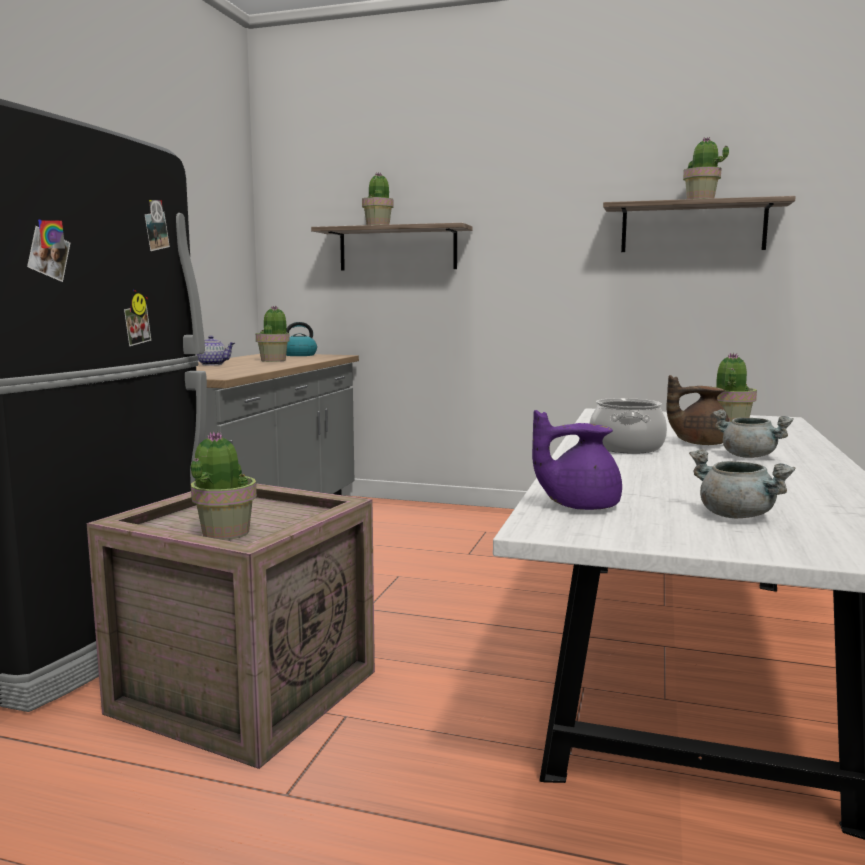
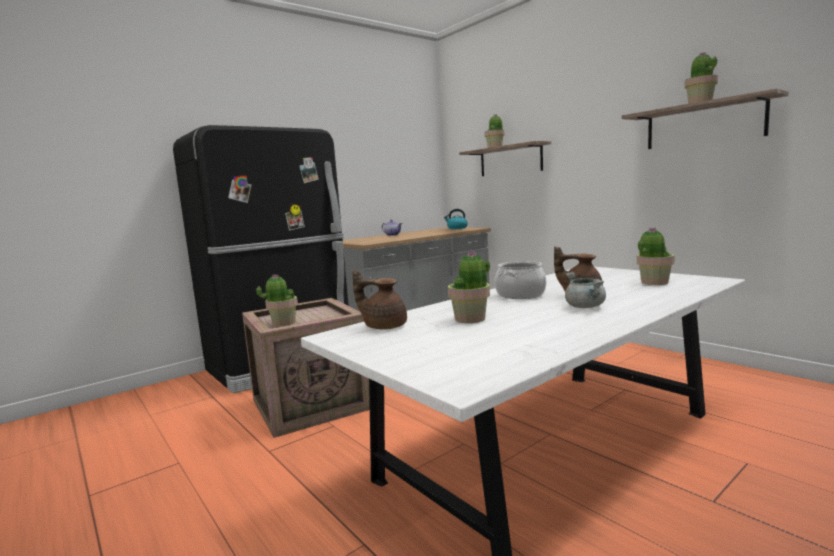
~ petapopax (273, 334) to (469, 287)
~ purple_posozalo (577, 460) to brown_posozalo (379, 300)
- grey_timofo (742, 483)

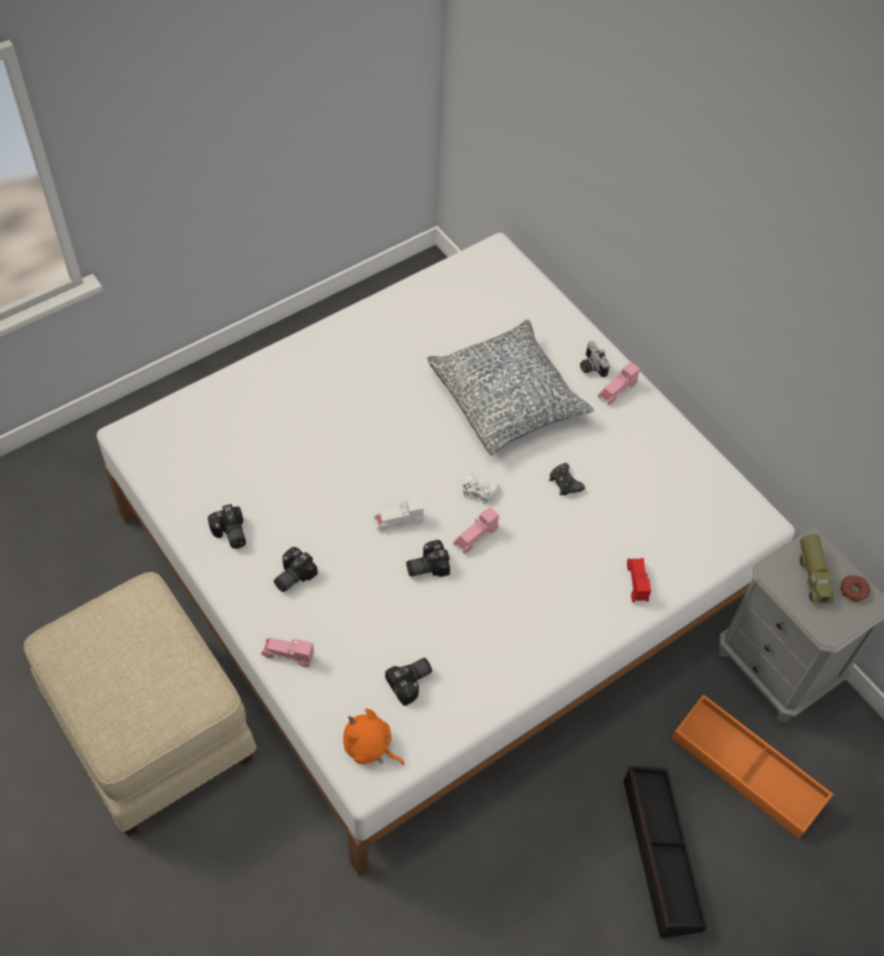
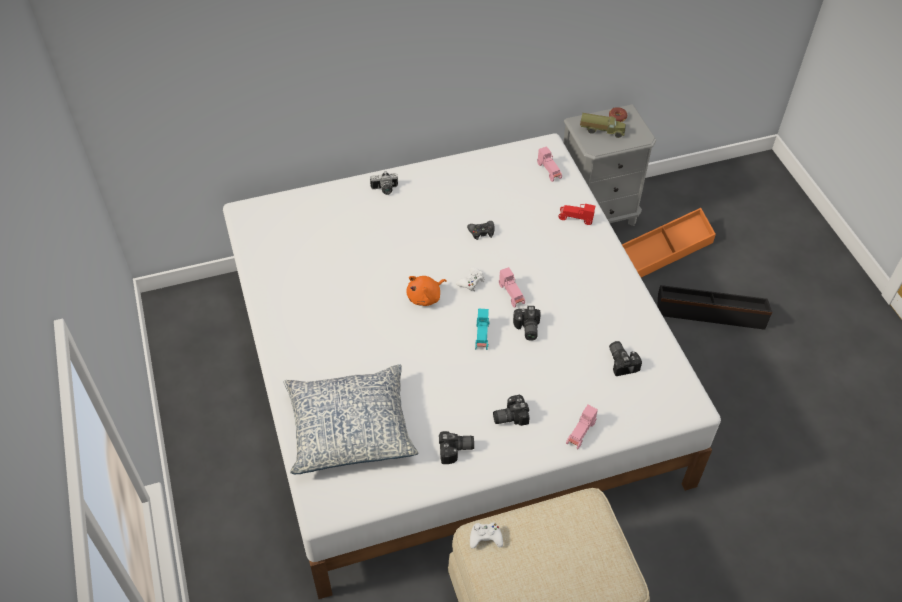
~ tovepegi (510, 387) to (350, 419)
~ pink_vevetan (619, 383) to (549, 164)
~ white_vevetan (399, 514) to turquoise_vevetan (482, 329)
~ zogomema (296, 569) = (511, 410) 105 degrees clockwise
~ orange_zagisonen (374, 737) to (426, 291)
+ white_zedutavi (486, 535)

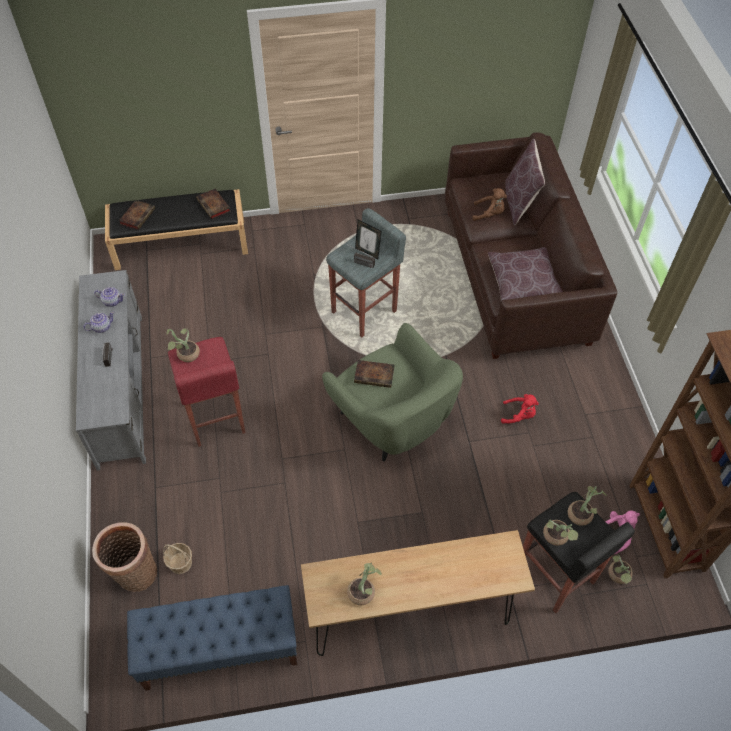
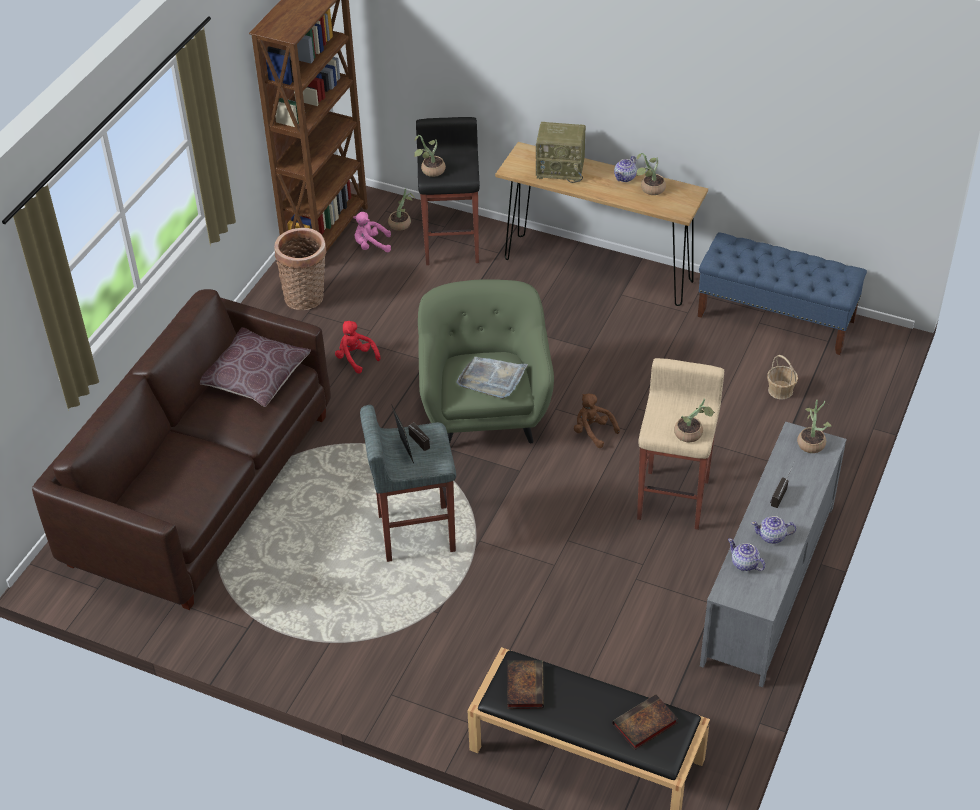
- brown_tovepegi (525, 182)
~ brown_zagisonen (490, 204) to (597, 420)
~ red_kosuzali (207, 392) to beige_kosuzali (681, 444)
~ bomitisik (374, 374) to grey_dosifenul (492, 378)
~ petapopax (560, 533) to (814, 426)
~ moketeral (124, 557) to (300, 269)
+ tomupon (561, 152)
+ posozalo (625, 169)

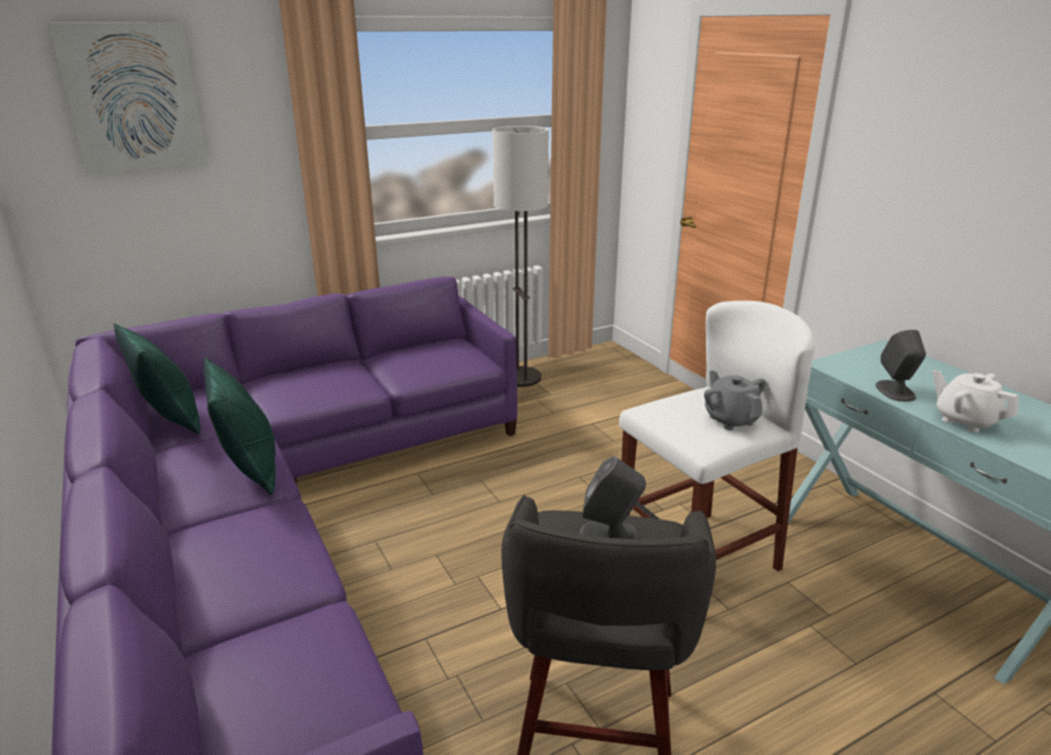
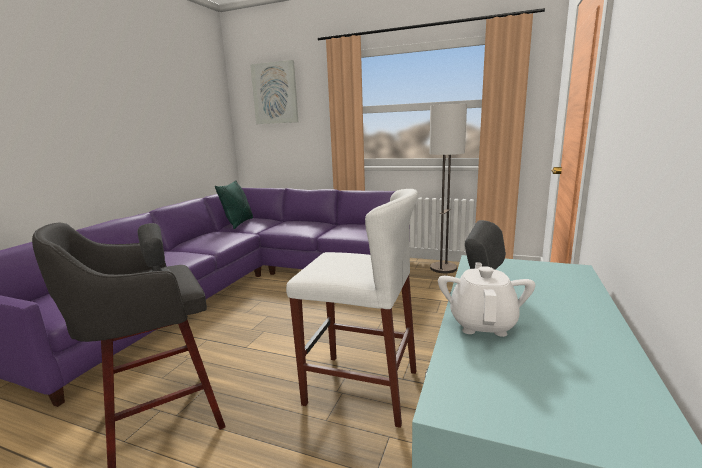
- green_tovepegi (240, 426)
- grey_posozalo (735, 400)

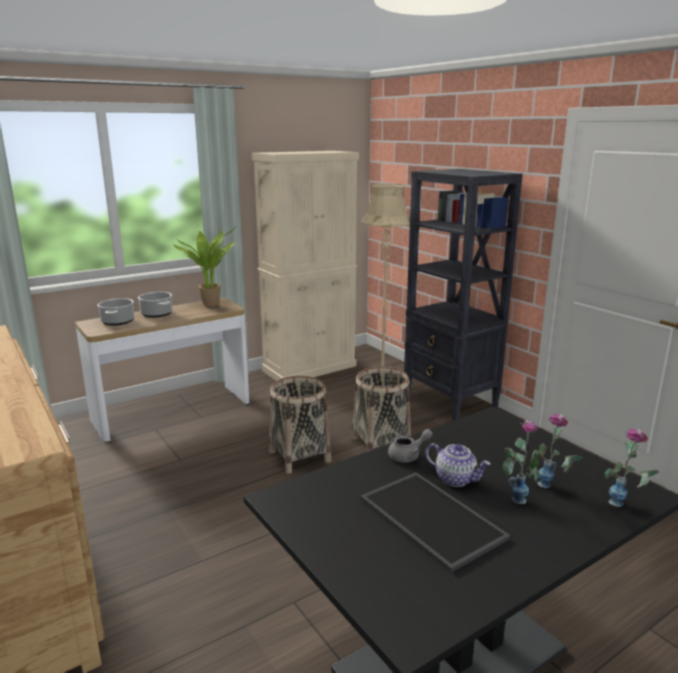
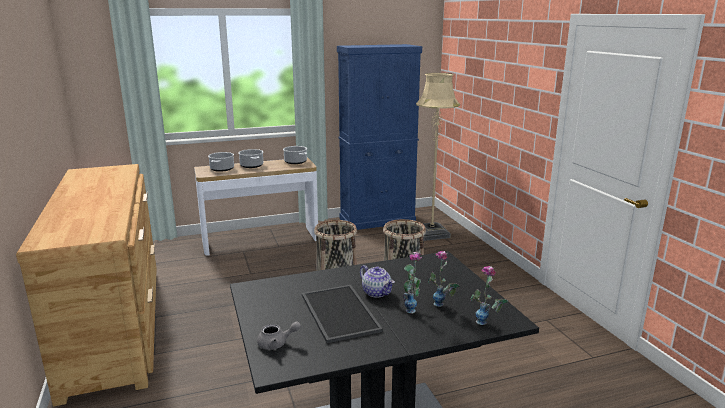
~ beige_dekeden (305, 266) to blue_dekeden (379, 137)
- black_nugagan (463, 295)
~ petapopax (205, 266) to timofo (295, 155)
~ grey_posozalo (410, 445) to (279, 335)

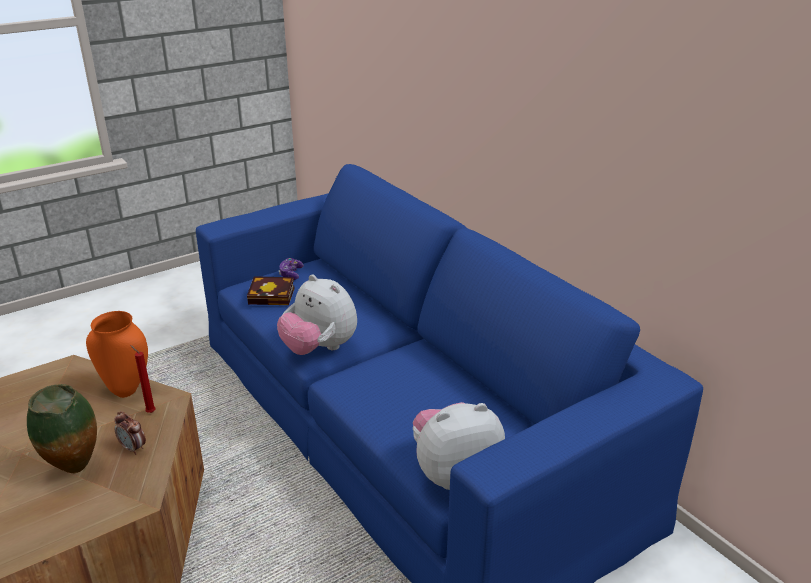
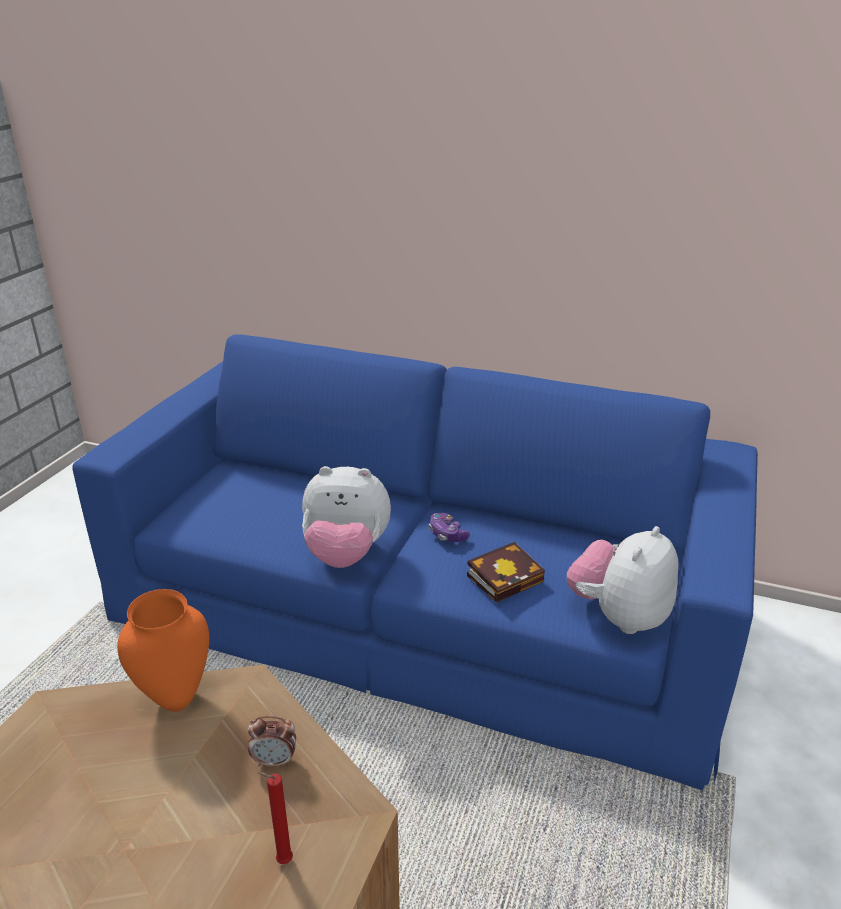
~ zedutavi (291, 269) to (449, 527)
~ bomitisik (271, 290) to (506, 572)
~ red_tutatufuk (143, 379) to (275, 818)
- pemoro (62, 428)

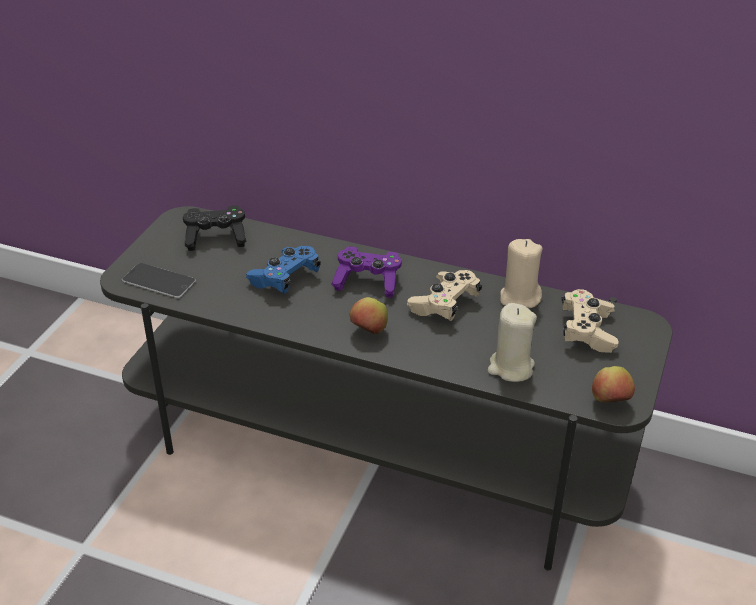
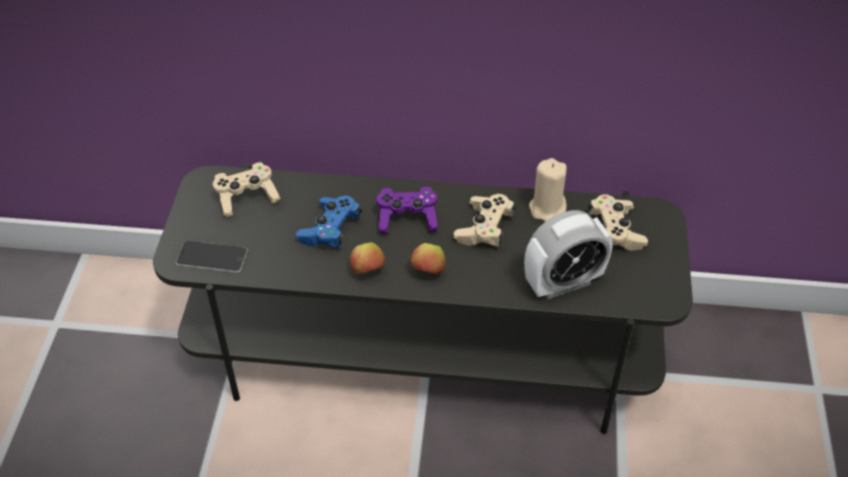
~ black_zedutavi (215, 228) to beige_zedutavi (246, 190)
~ beige_tutatufuk (512, 342) to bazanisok (568, 254)
~ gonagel (613, 384) to (367, 258)

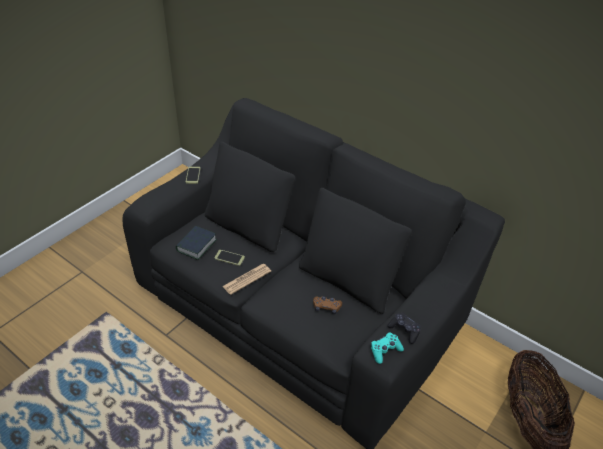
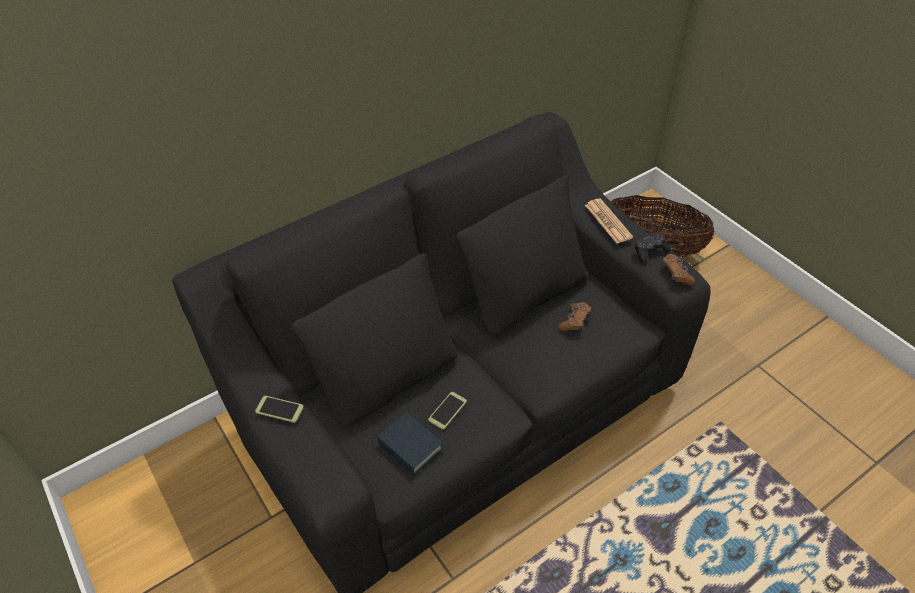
~ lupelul (246, 279) to (609, 221)
~ turquoise_zedutavi (387, 348) to brown_zedutavi (678, 269)

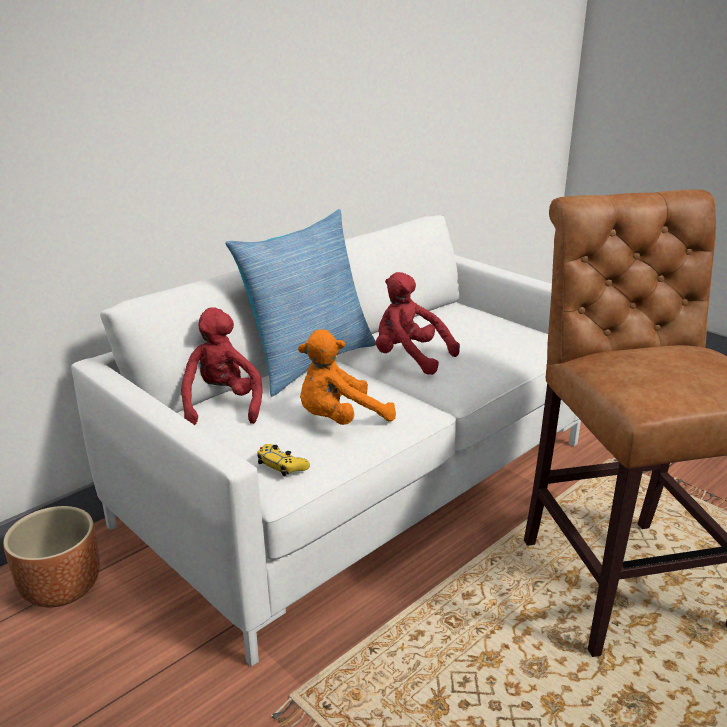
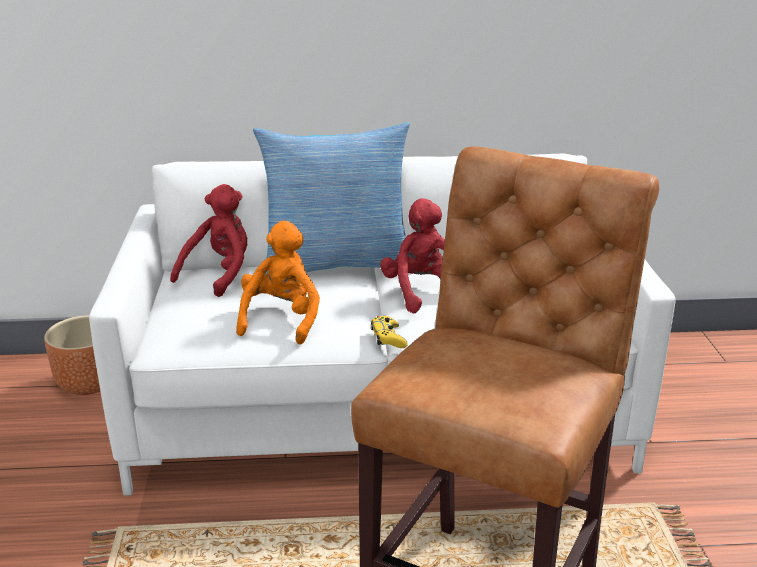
~ orange_zagisonen (347, 377) = (278, 283) 90 degrees clockwise
~ yellow_zedutavi (283, 460) to (389, 332)

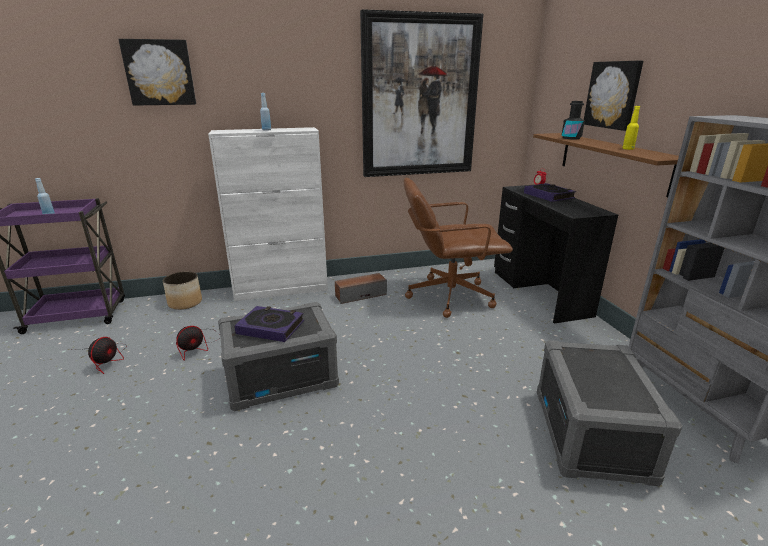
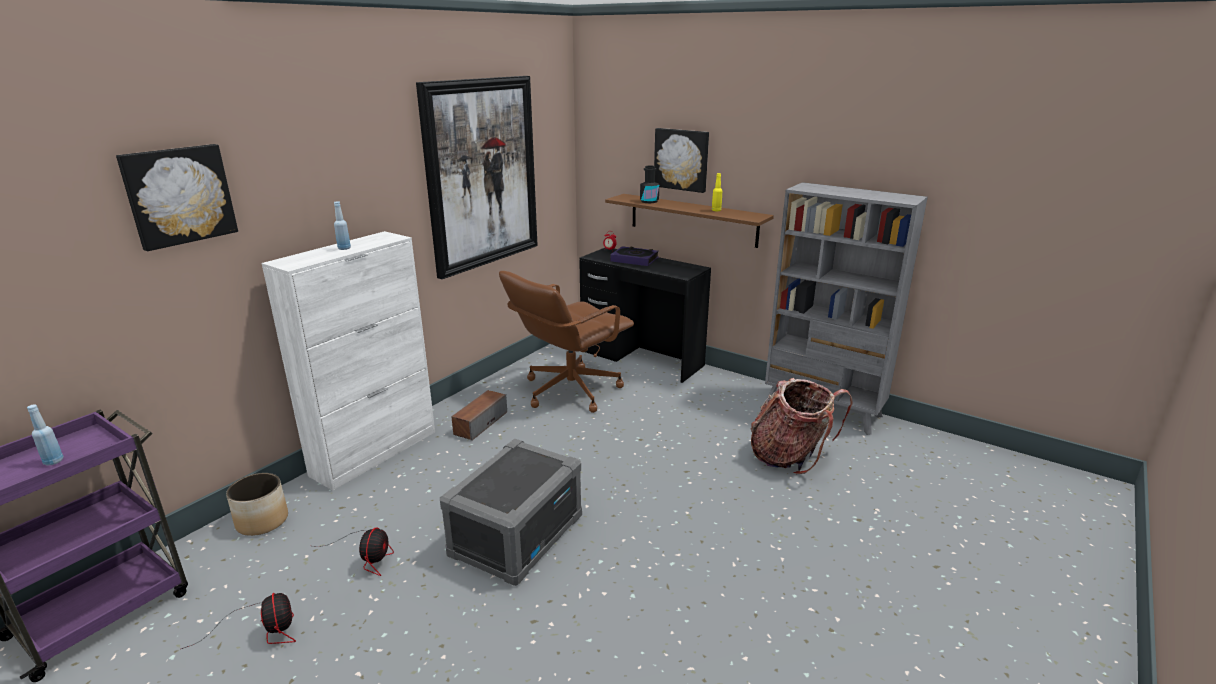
- bomitisik (269, 324)
~ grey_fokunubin (610, 413) to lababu (801, 426)

